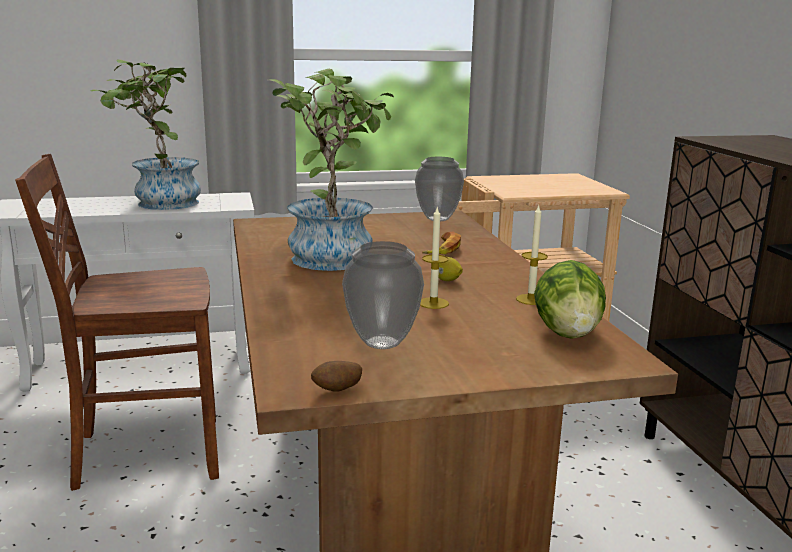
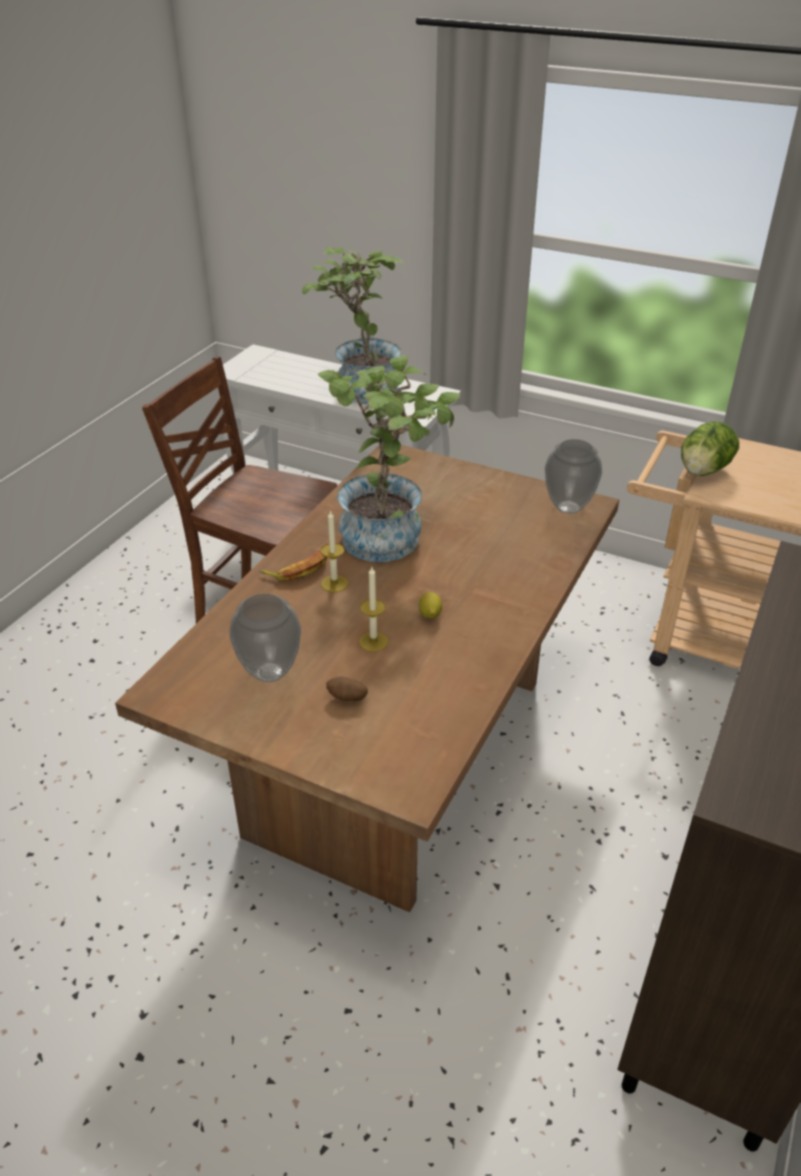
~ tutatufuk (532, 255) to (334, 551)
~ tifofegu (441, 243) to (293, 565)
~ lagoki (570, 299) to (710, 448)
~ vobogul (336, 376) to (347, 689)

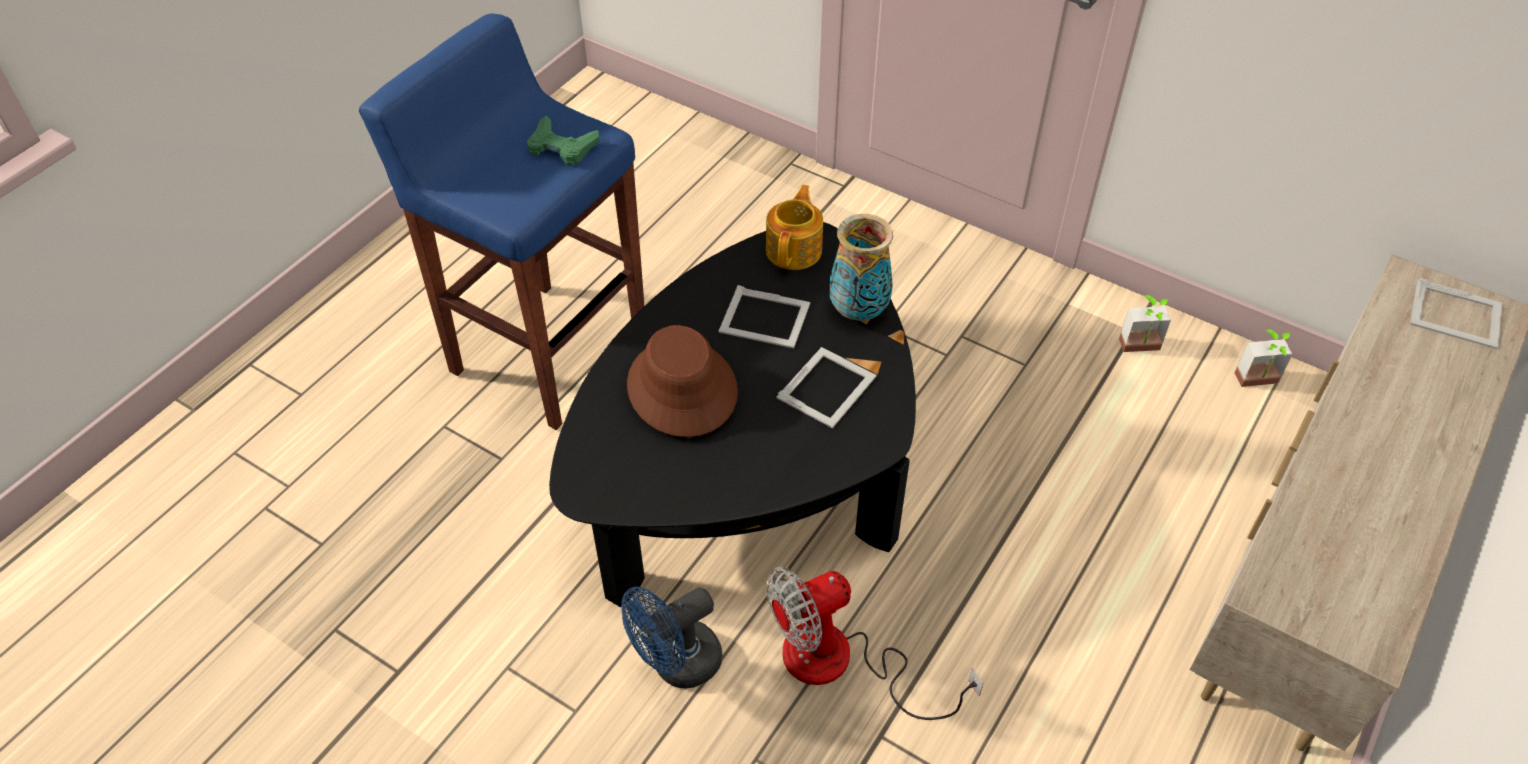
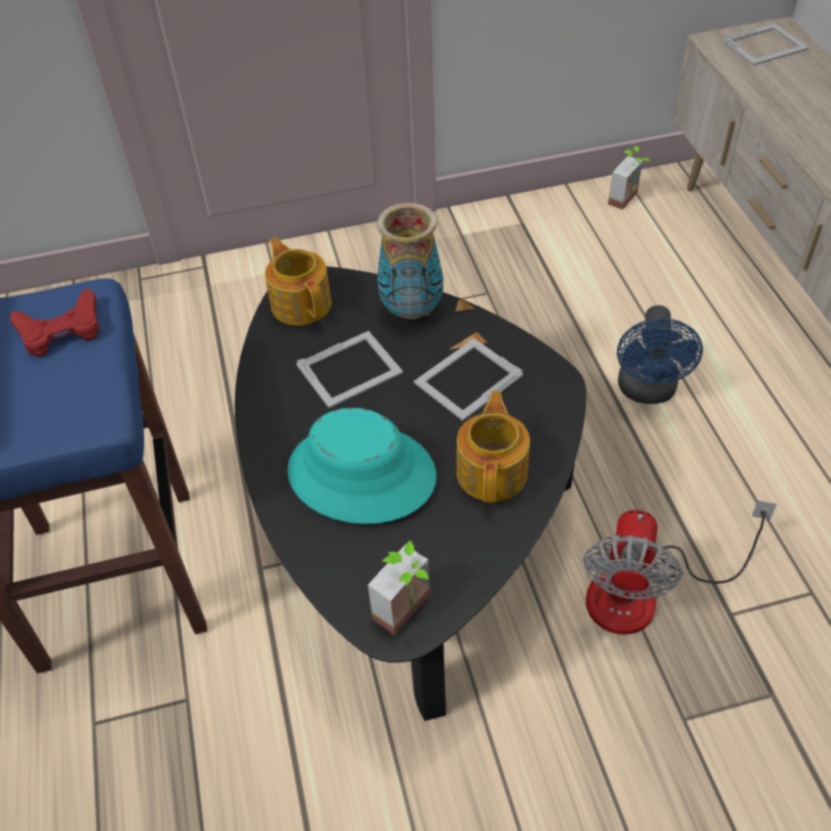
~ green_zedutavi (563, 141) to red_zedutavi (55, 322)
~ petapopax (1145, 323) to (399, 588)
~ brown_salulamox (682, 381) to turquoise_salulamox (361, 466)
~ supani (827, 387) = (469, 379) 120 degrees counterclockwise
~ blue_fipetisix (671, 637) to (660, 354)
+ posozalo (493, 447)

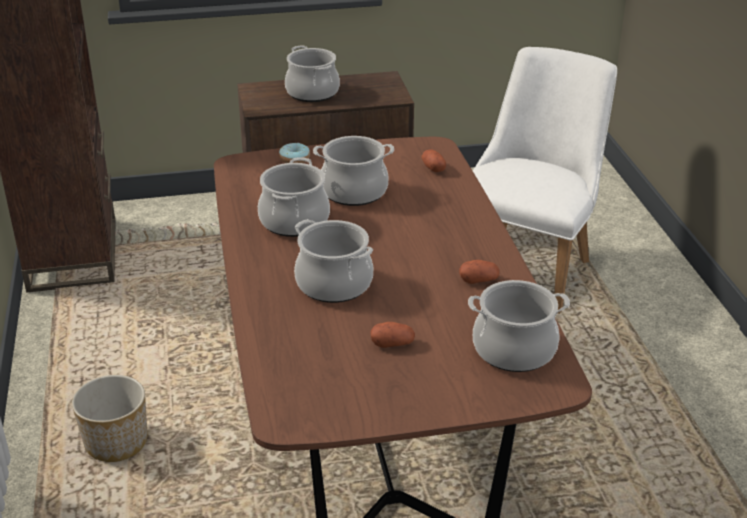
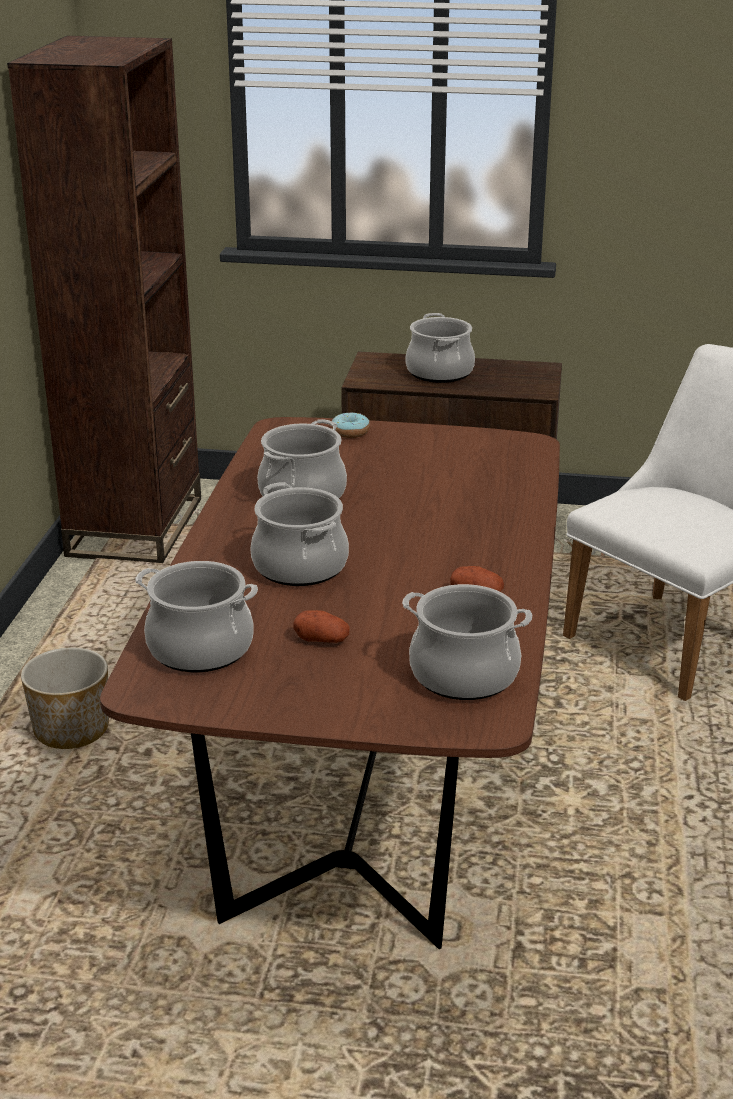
~ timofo (353, 171) to (196, 616)
- vobogul (434, 160)

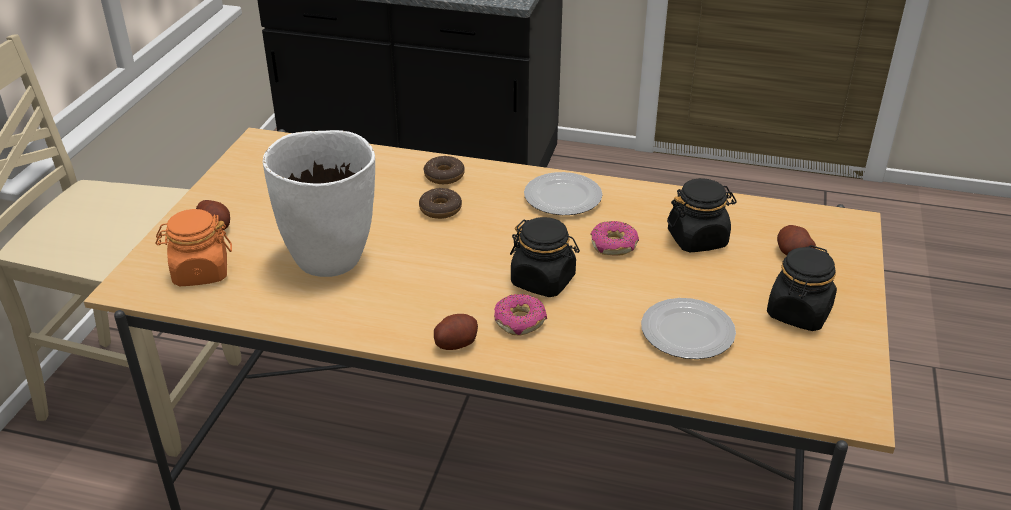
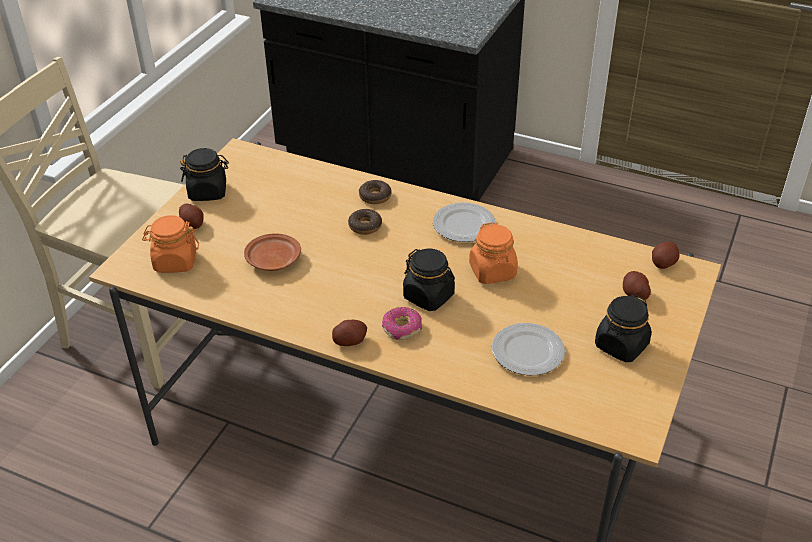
~ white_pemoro (319, 203) to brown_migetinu (272, 252)
~ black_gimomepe (702, 215) to (204, 174)
~ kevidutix (614, 238) to orange_gimomepe (493, 253)
+ vobogul (665, 255)

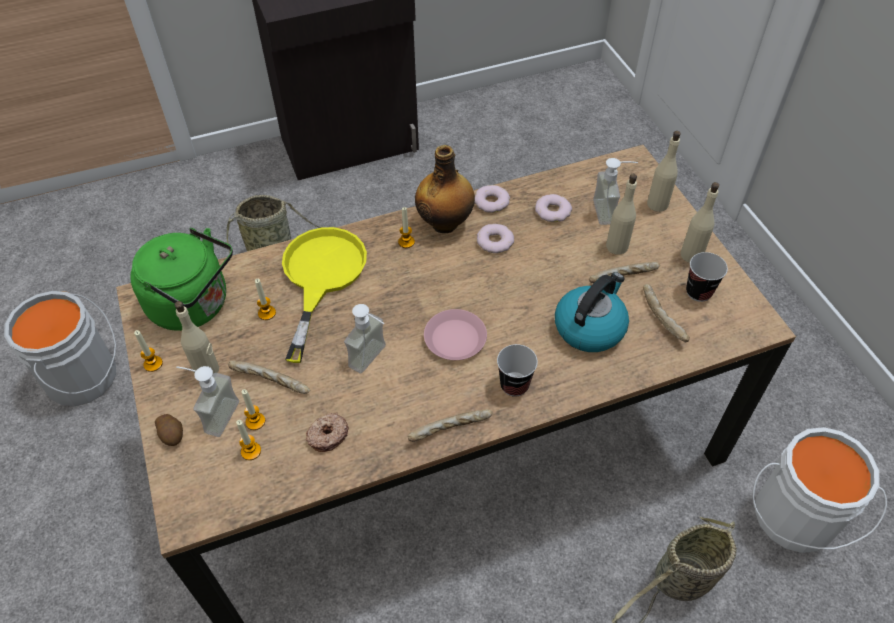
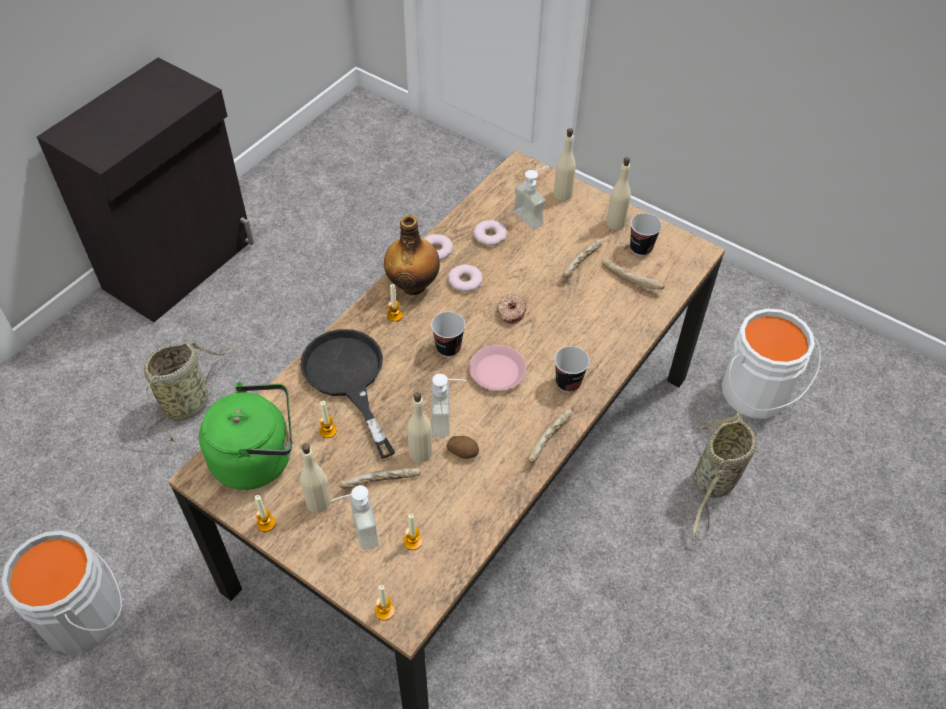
~ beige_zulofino (621, 214) to (419, 427)
~ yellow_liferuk (324, 295) to black_liferuk (347, 393)
- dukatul (592, 312)
~ tutatufuk (253, 409) to (385, 602)
~ kevidutix (327, 432) to (511, 309)
~ vobogul (169, 430) to (463, 447)
+ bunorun (448, 334)

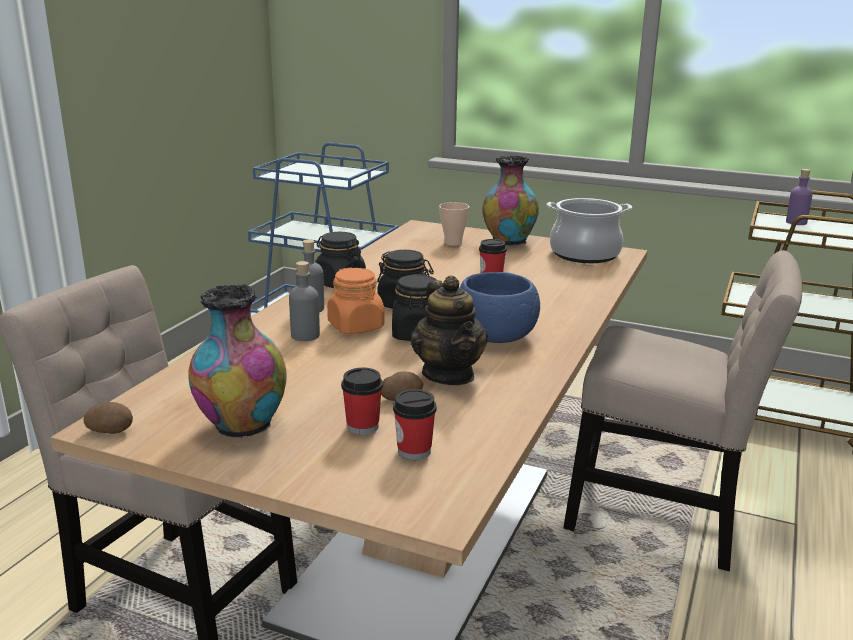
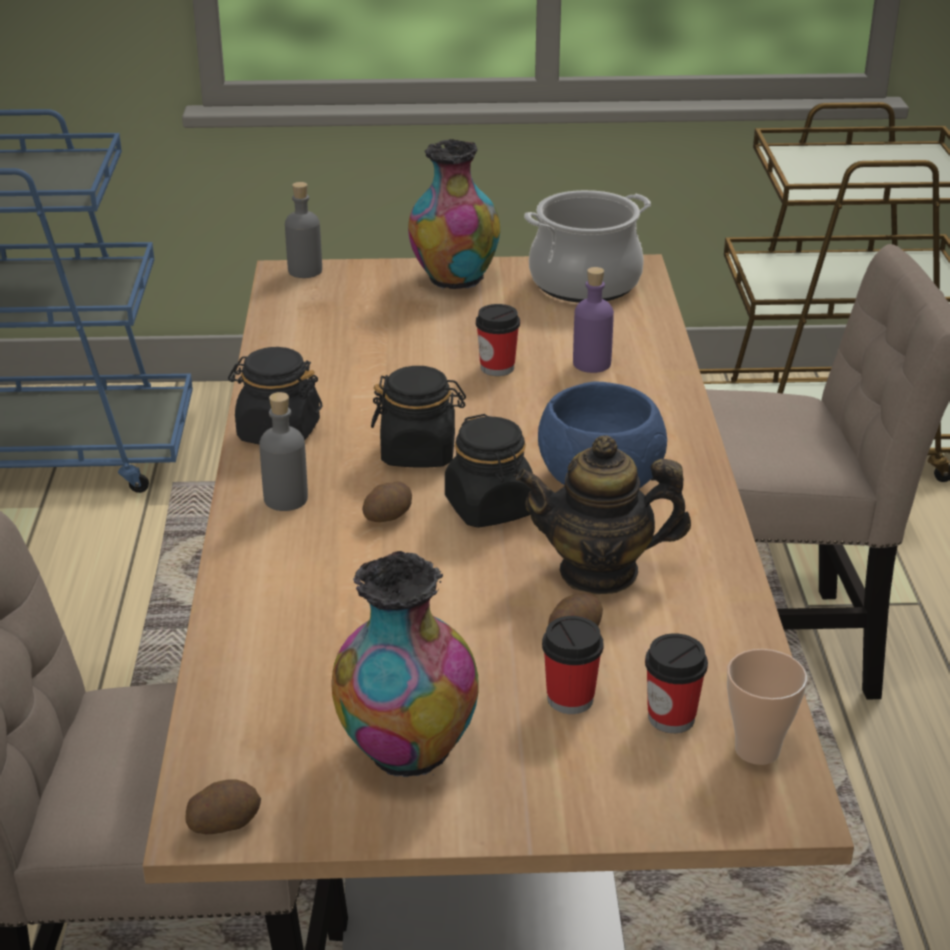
~ purple_zulofino (799, 197) to (593, 320)
~ bunorun (454, 224) to (767, 707)
~ grey_zulofino (304, 301) to (303, 230)
~ orange_gimomepe (356, 300) to vobogul (387, 501)
~ posozalo (449, 330) = (603, 514) 135 degrees clockwise

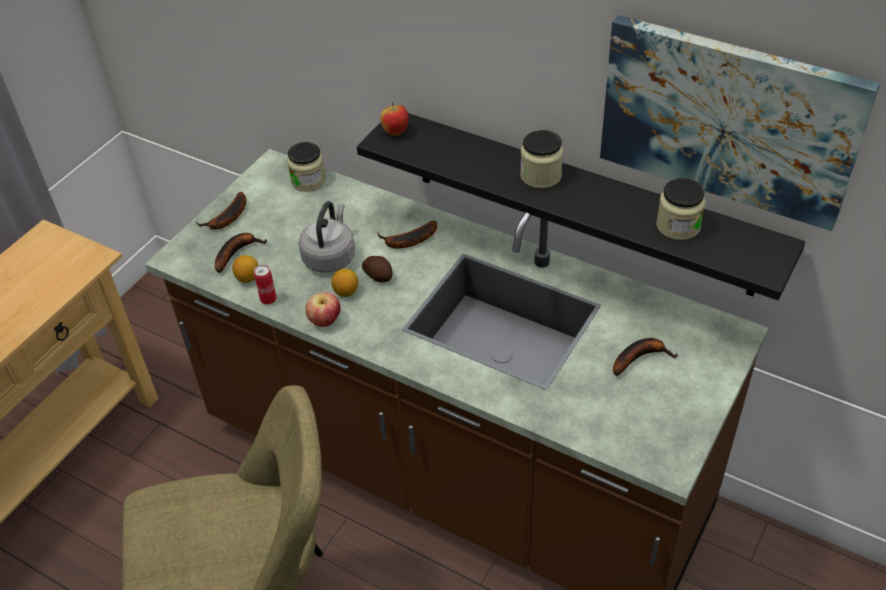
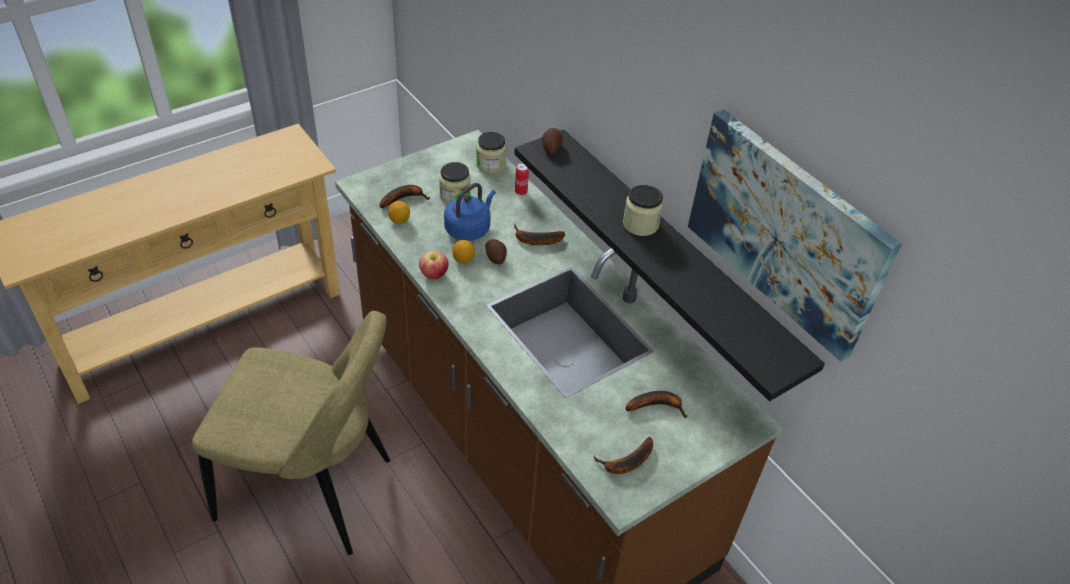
~ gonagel (394, 119) to vobogul (552, 141)
~ gimomepe (681, 209) to (455, 183)
~ tifofegu (221, 211) to (623, 455)
~ grey_dukatul (326, 237) to blue_dukatul (470, 212)
~ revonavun (265, 285) to (522, 179)

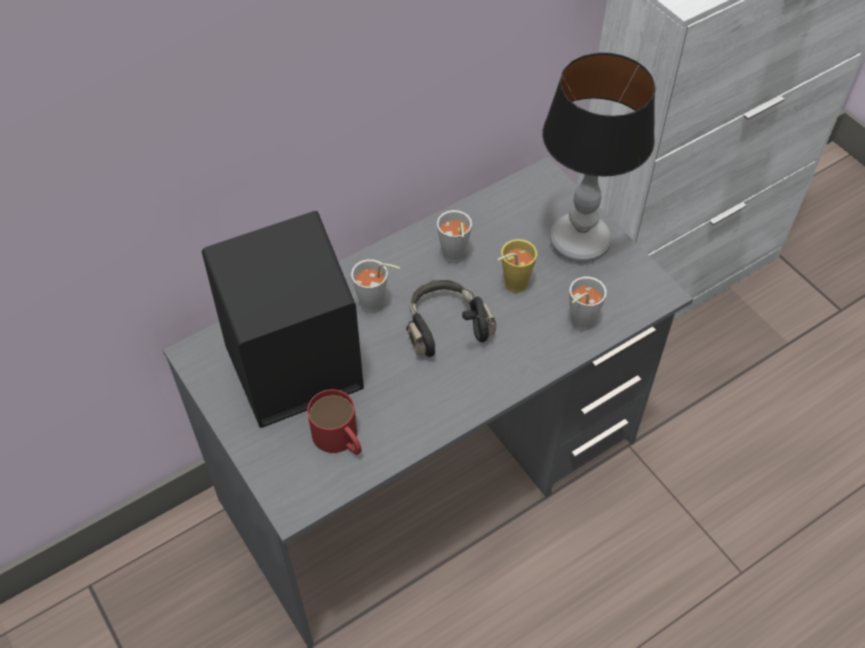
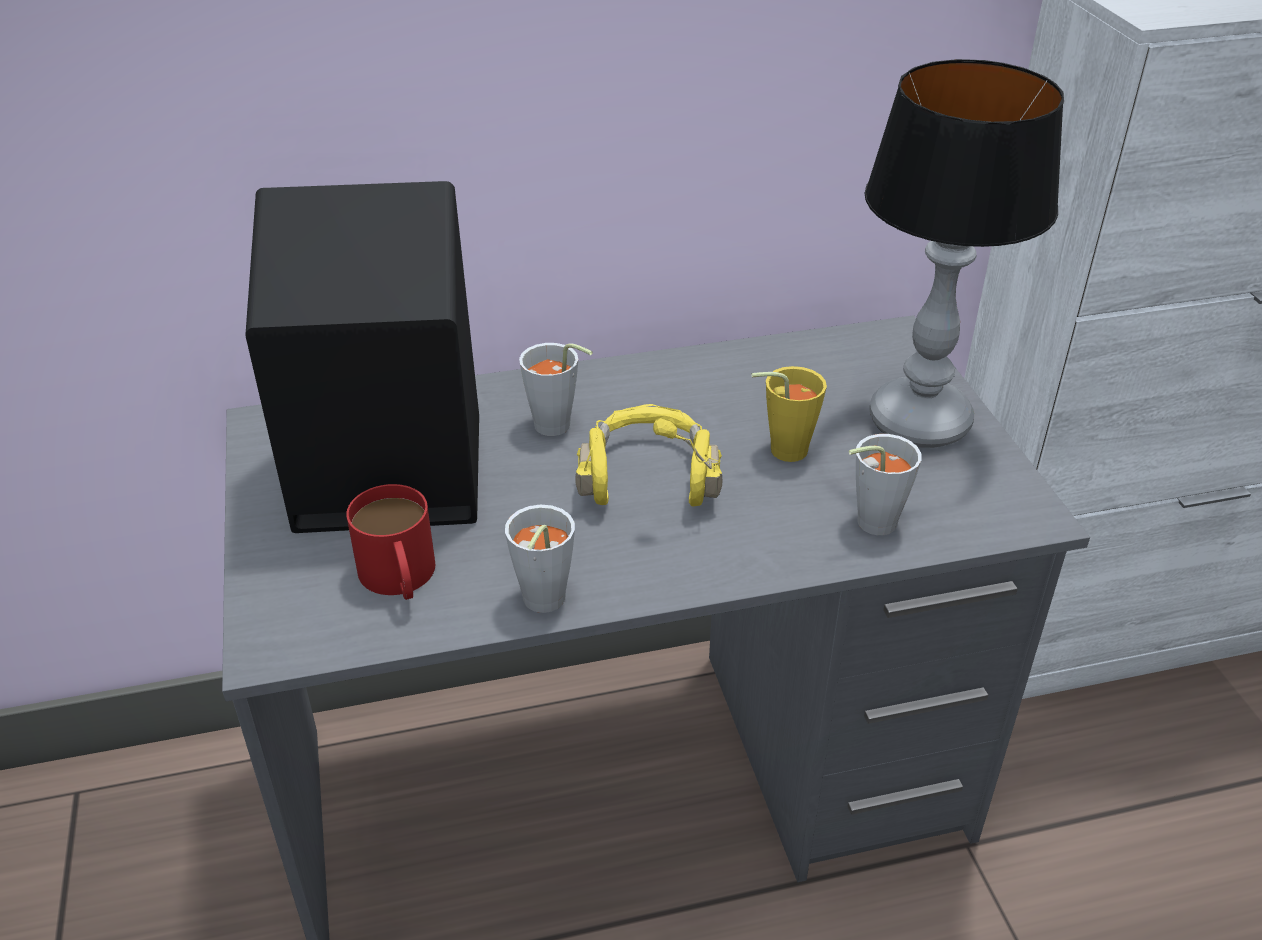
~ grey_bunorun (454, 237) to (540, 558)
~ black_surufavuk (451, 318) to yellow_surufavuk (648, 455)

